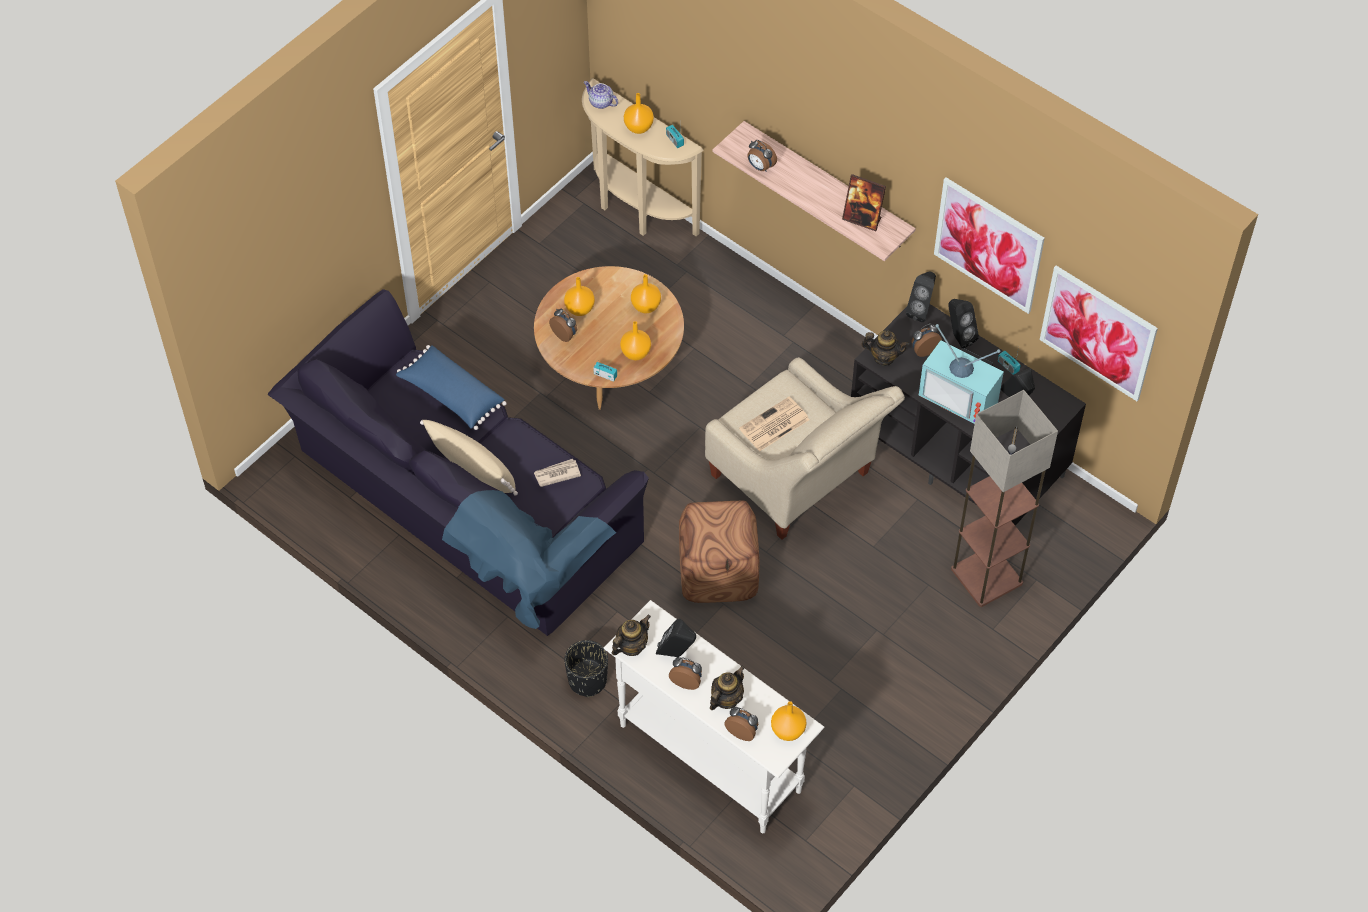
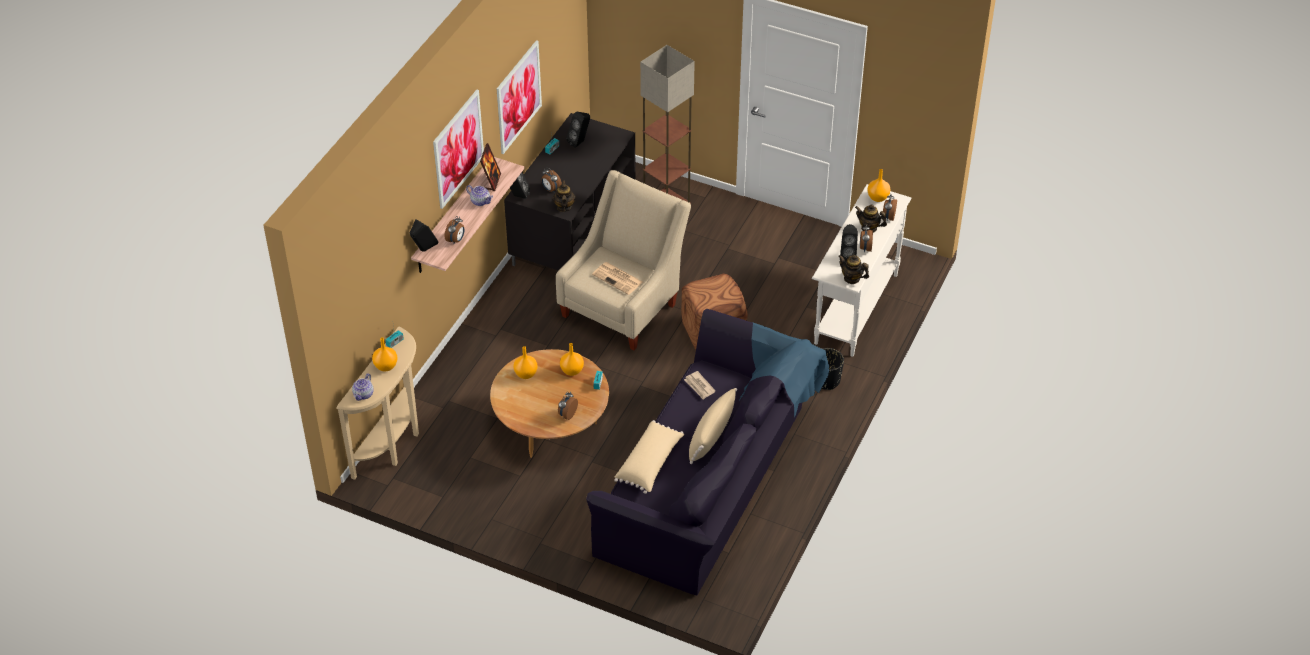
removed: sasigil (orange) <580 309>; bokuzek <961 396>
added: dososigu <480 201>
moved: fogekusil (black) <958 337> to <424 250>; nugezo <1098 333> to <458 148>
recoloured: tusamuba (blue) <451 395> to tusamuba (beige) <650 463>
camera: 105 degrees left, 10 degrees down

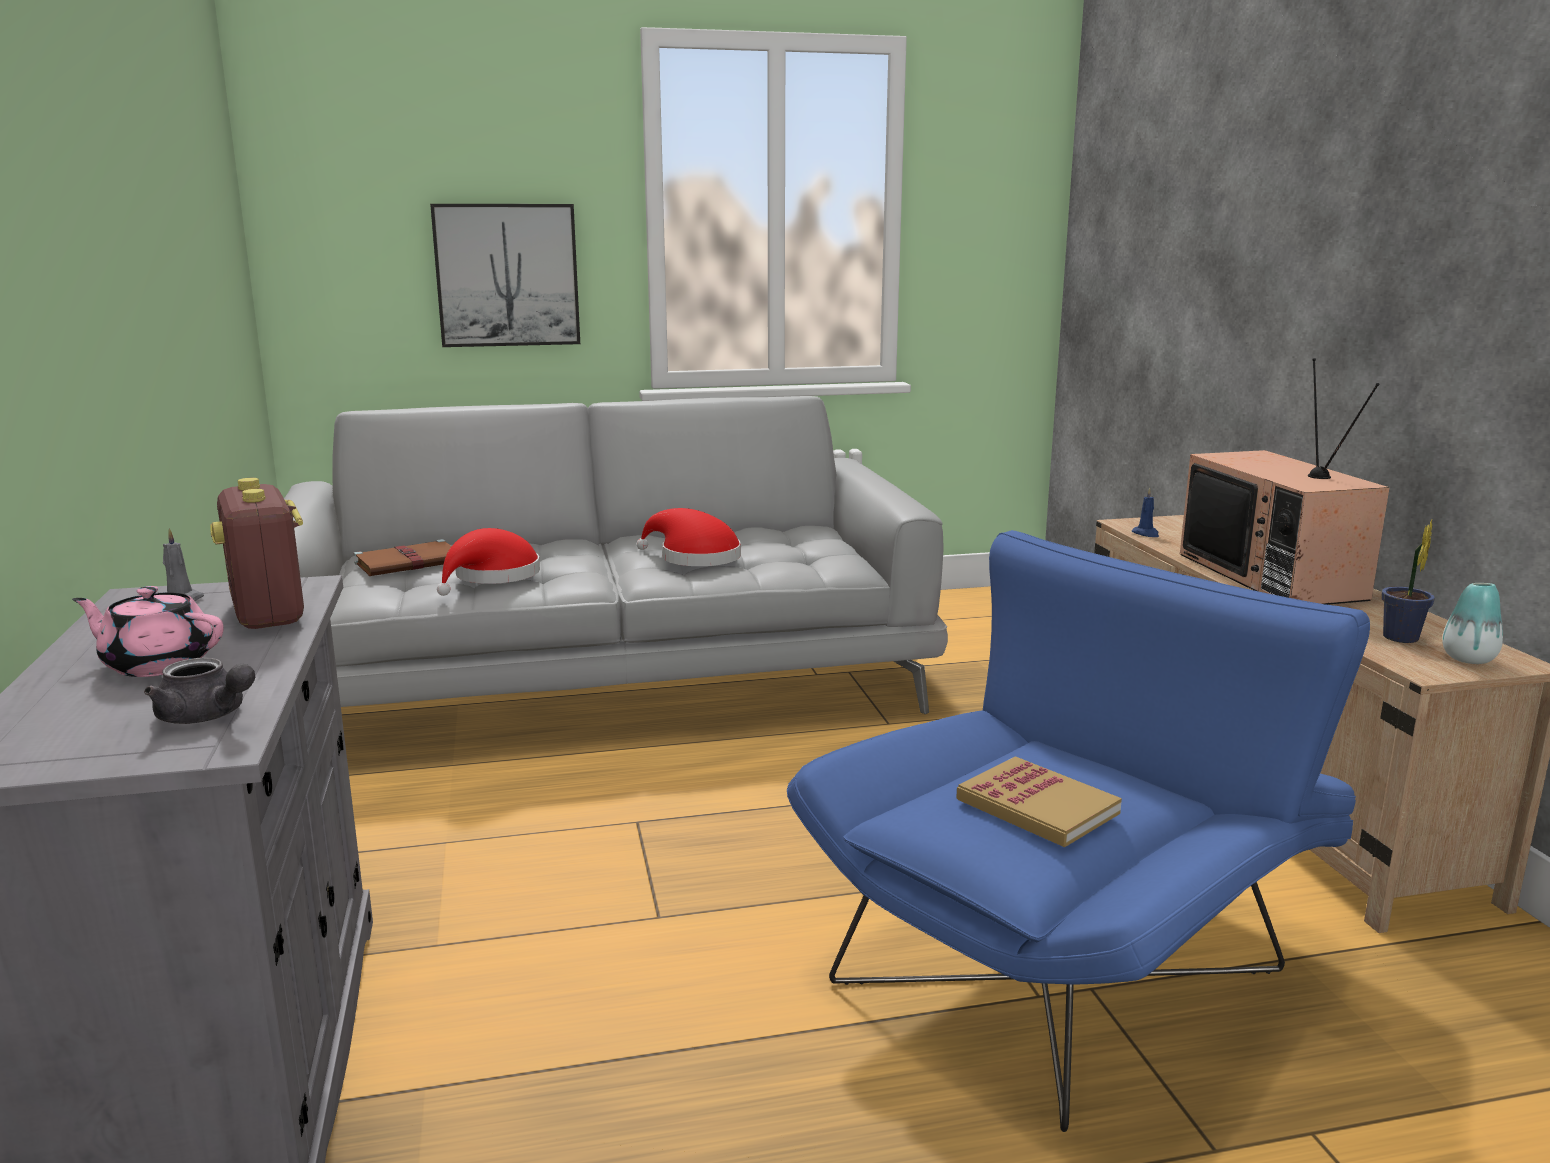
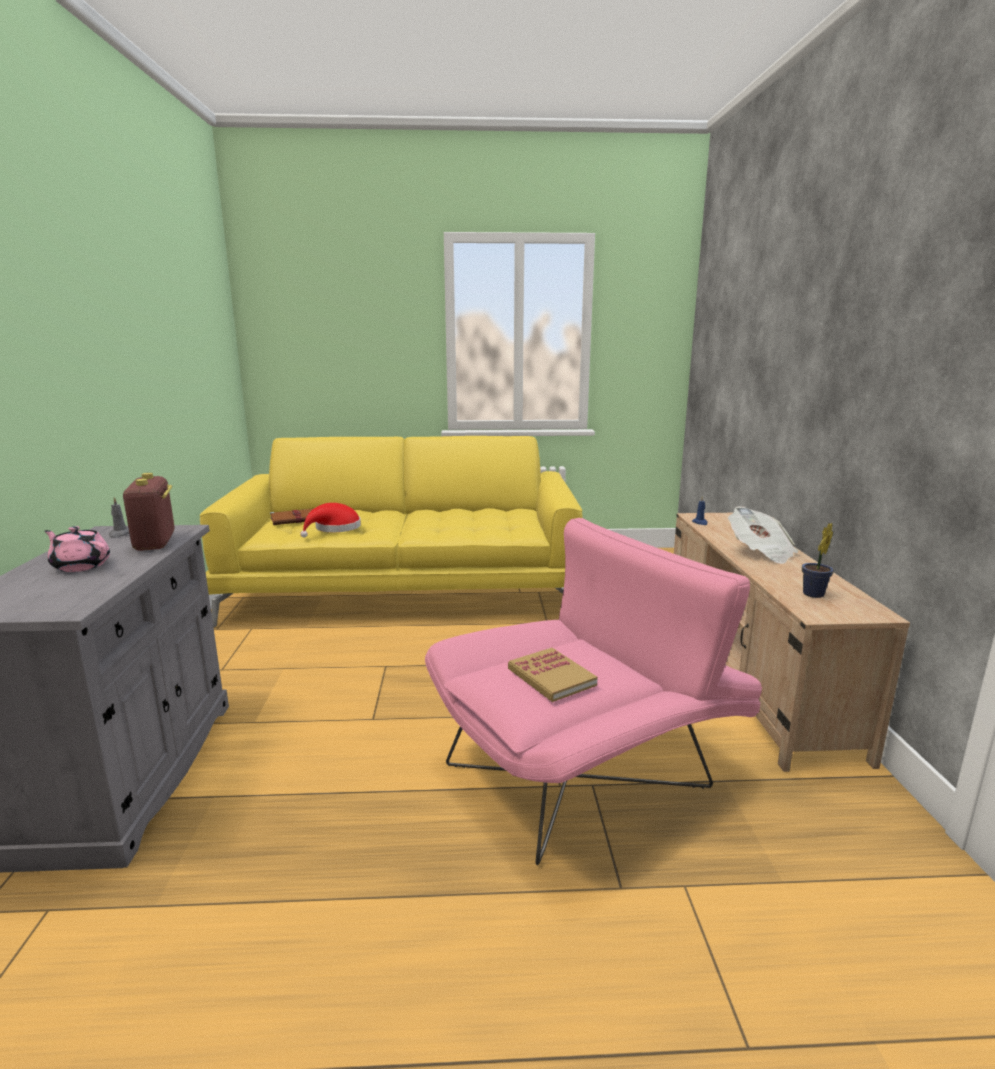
removed: dososigu (grey) <207 717>; nugezo <507 275>; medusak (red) <694 557>; sasigil <1468 659>
replaced: bokuzek <1275 577> to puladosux <760 552>
recoloured: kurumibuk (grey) <609 679> to kurumibuk (yellow) <407 587>; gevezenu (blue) <1071 957> to gevezenu (pink) <589 765>
camera: 10 degrees right, 0 degrees up

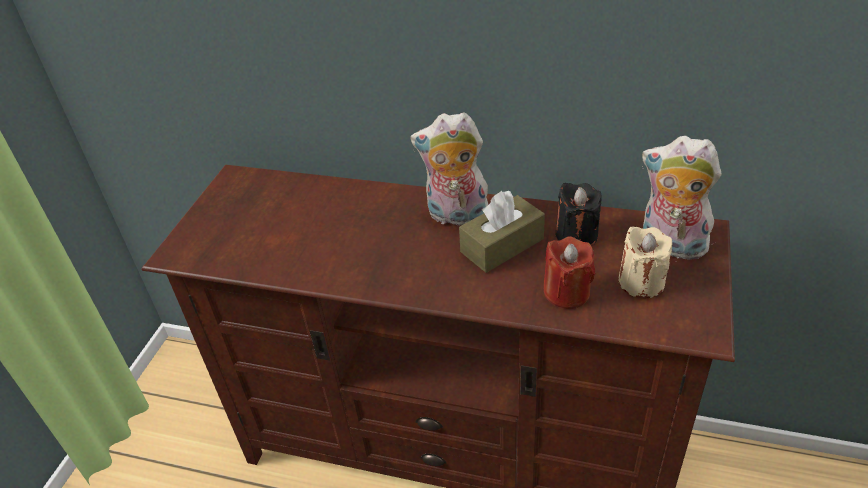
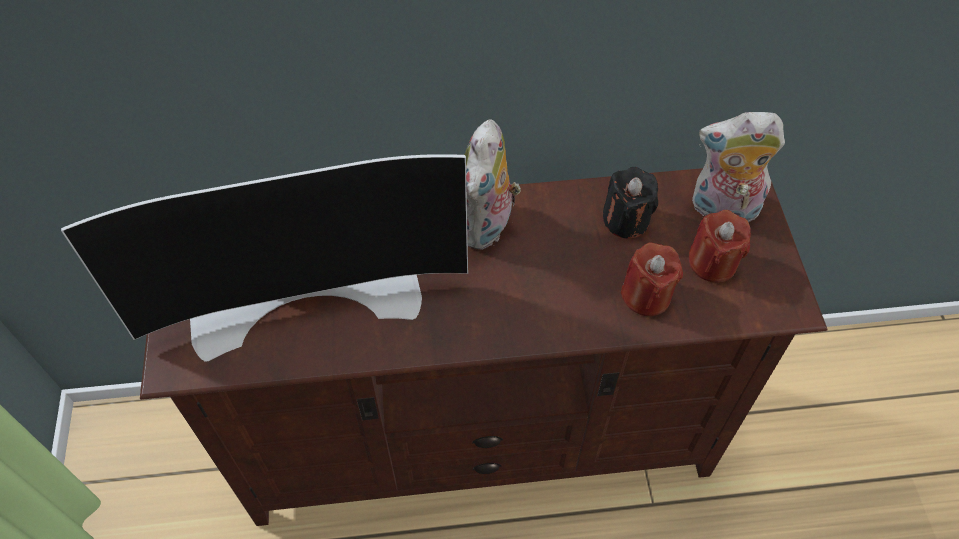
removed: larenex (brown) <502 245>
added: bokuzek <307 295>
recoloured: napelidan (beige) <641 282> to napelidan (red) <712 263>
turned: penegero <455 216> = <487 227> 60 degrees counterclockwise
camera: 25 degrees left, 15 degrees up

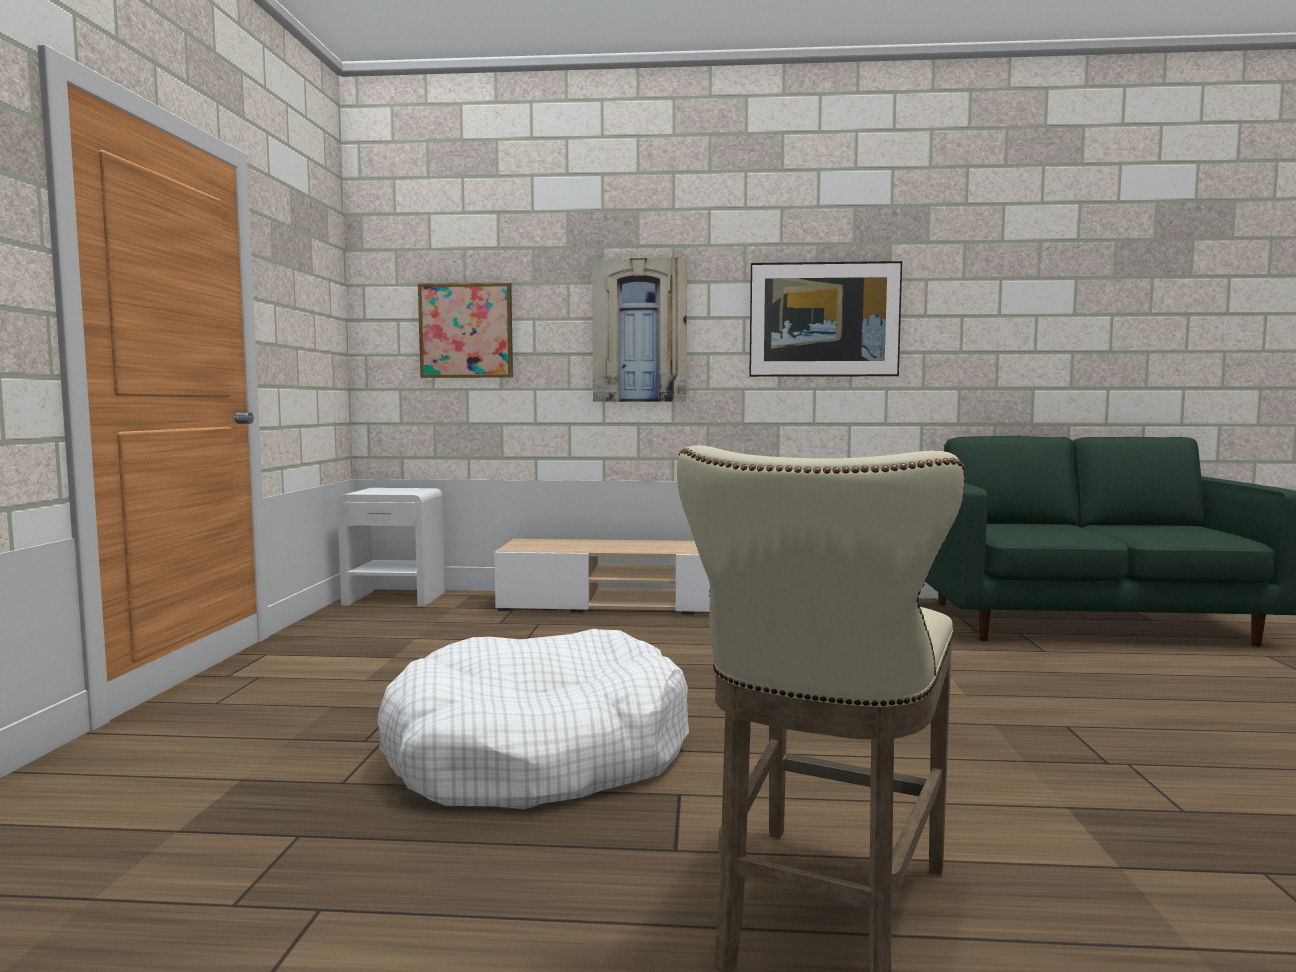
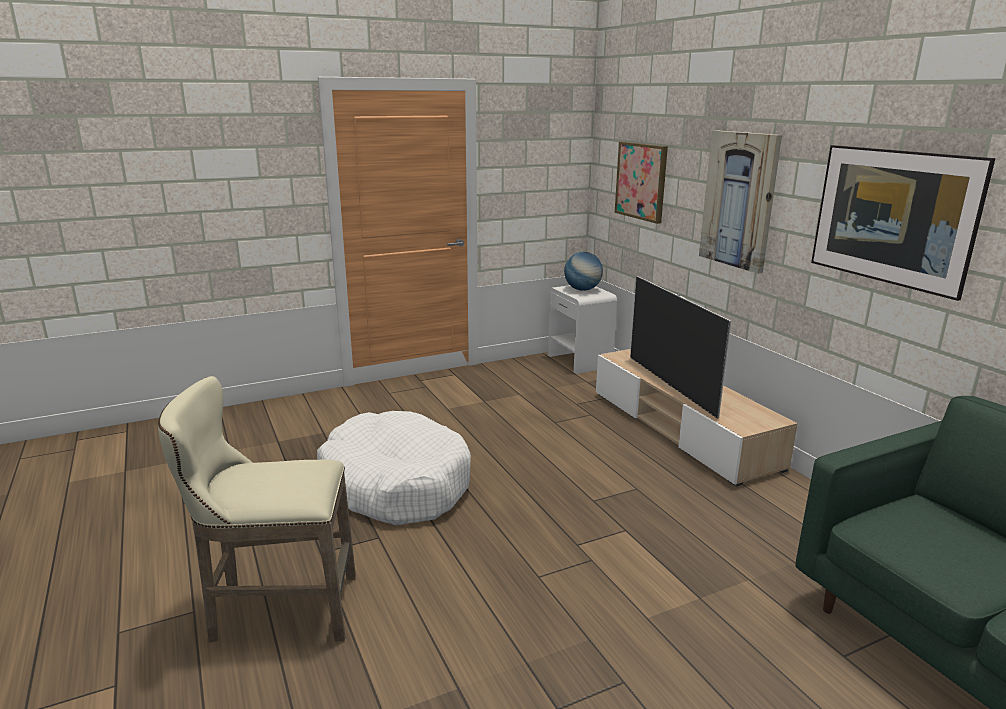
added: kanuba <582 289>; bokuzek <671 385>
camera: 60 degrees right, 15 degrees up

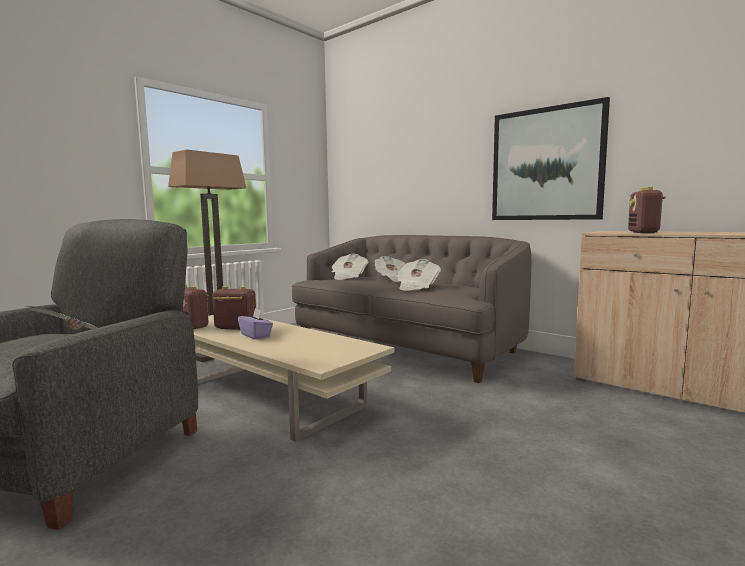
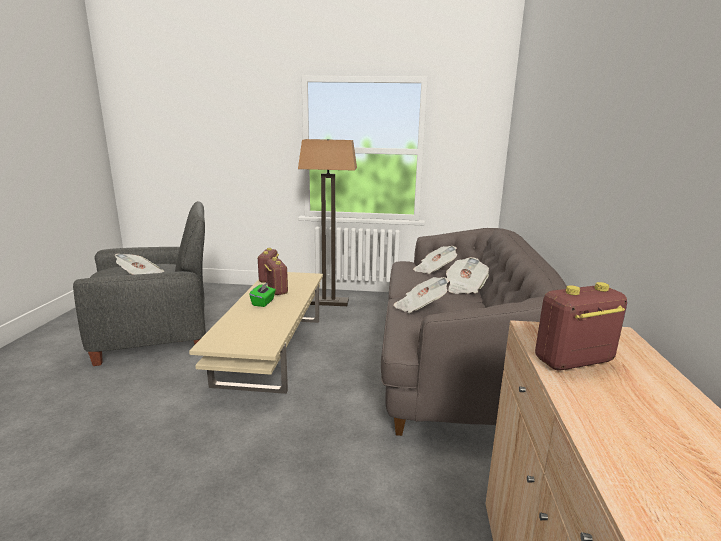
removed: nugezo <546 164>
recoloured: larenex (purple) <256 335> to larenex (green) <263 302>
camera: 55 degrees right, 10 degrees up

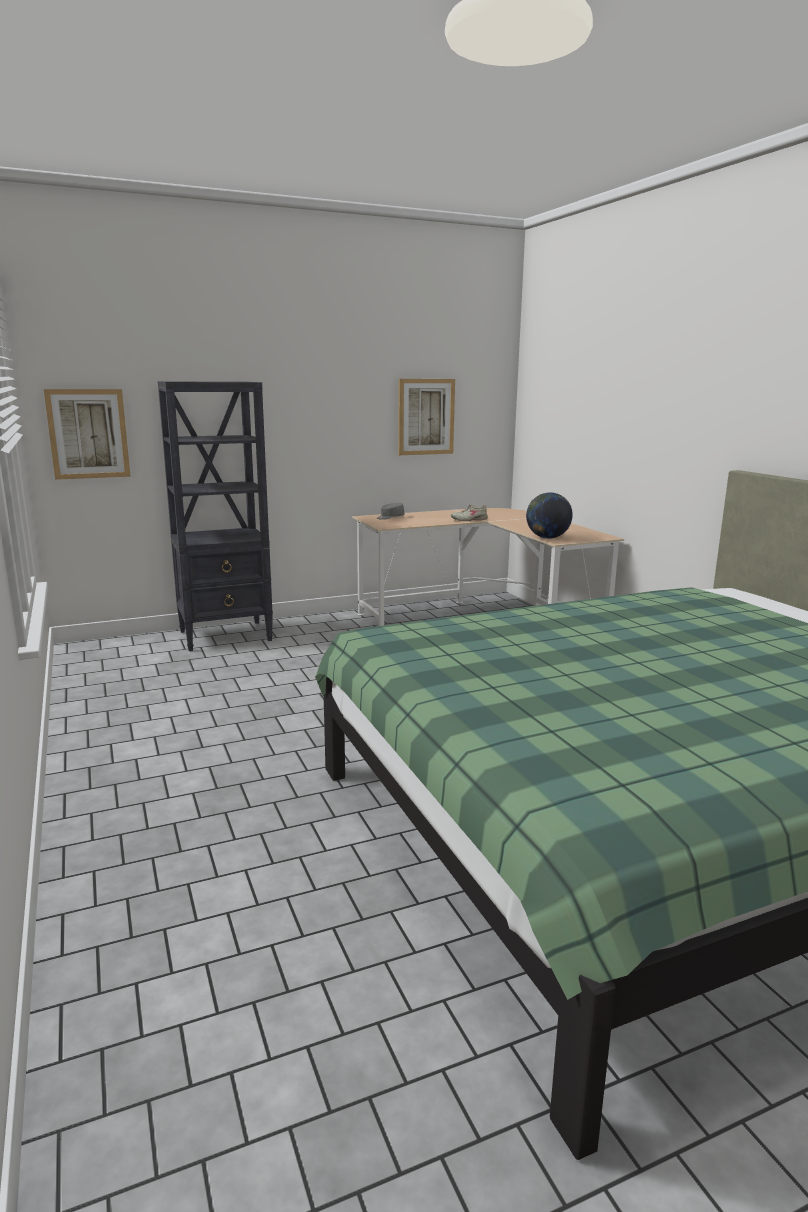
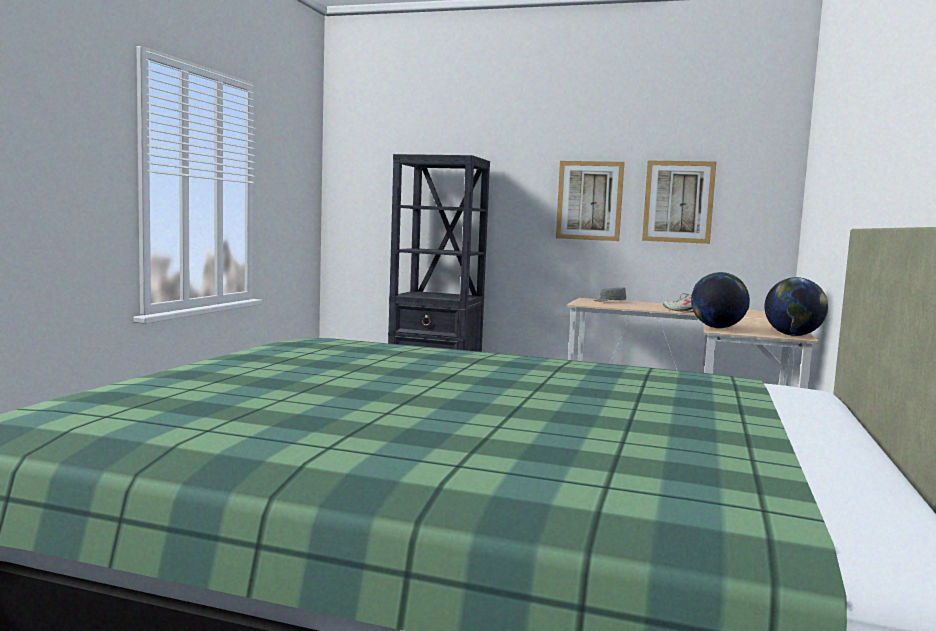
added: kanuba <793 335>
moved: nugezo <88 434> to <589 200>
camera: 40 degrees right, 10 degrees down

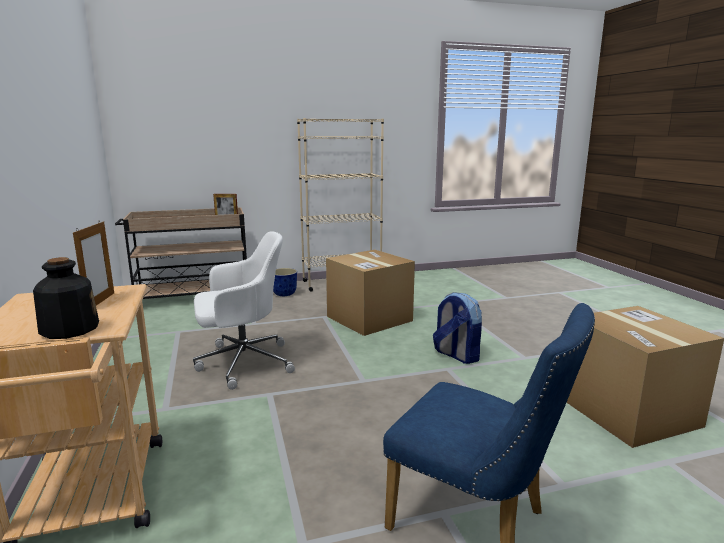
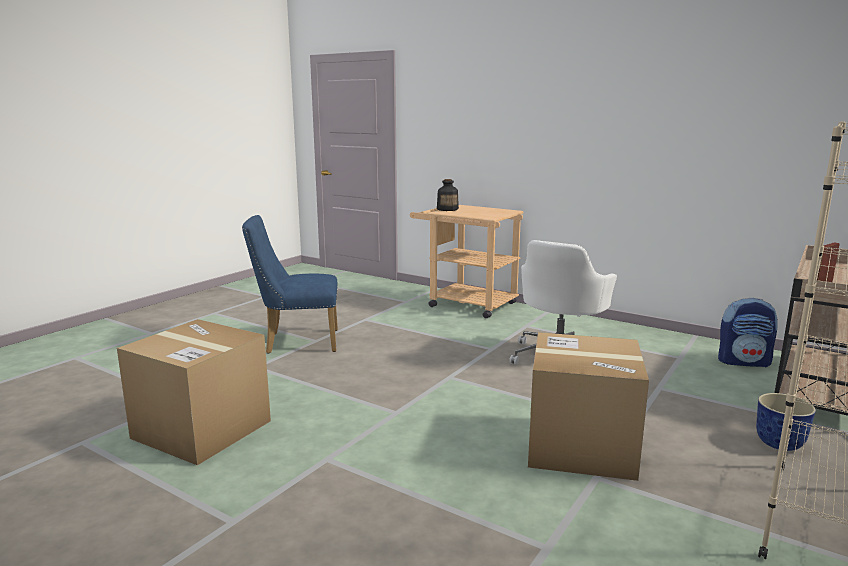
removed: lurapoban <100 302>
moved: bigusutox <456 355> to <743 362>
camera: 140 degrees right, 0 degrees up

